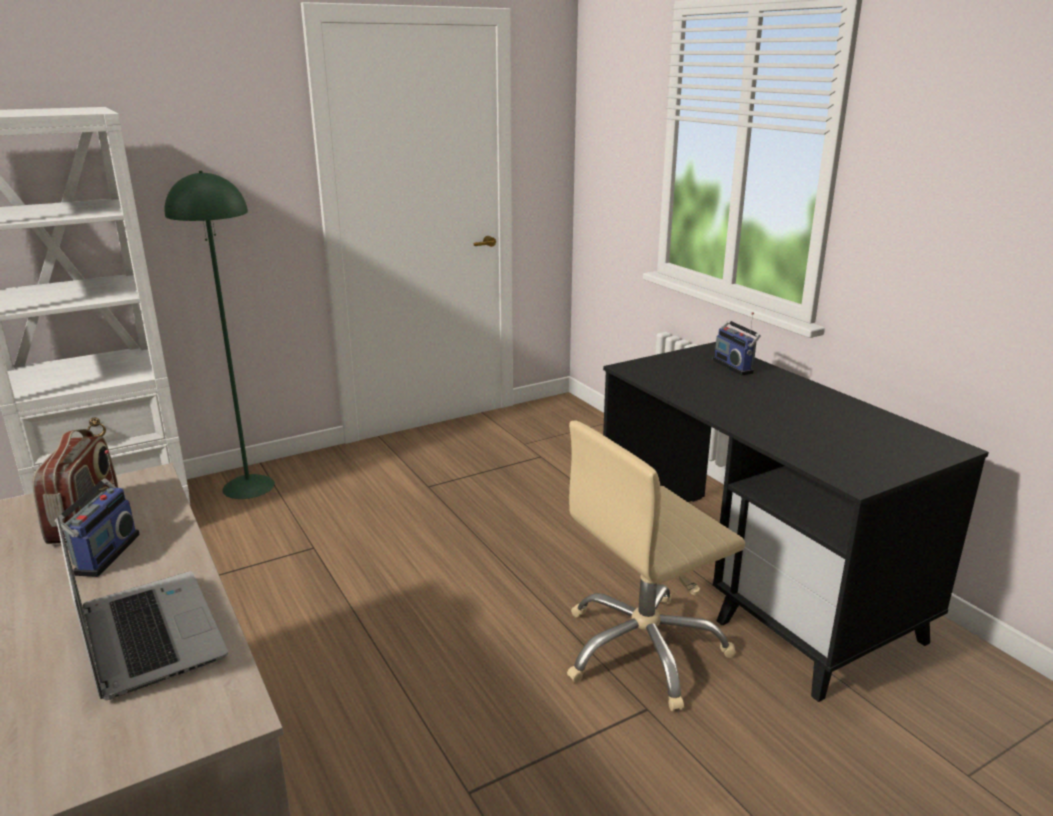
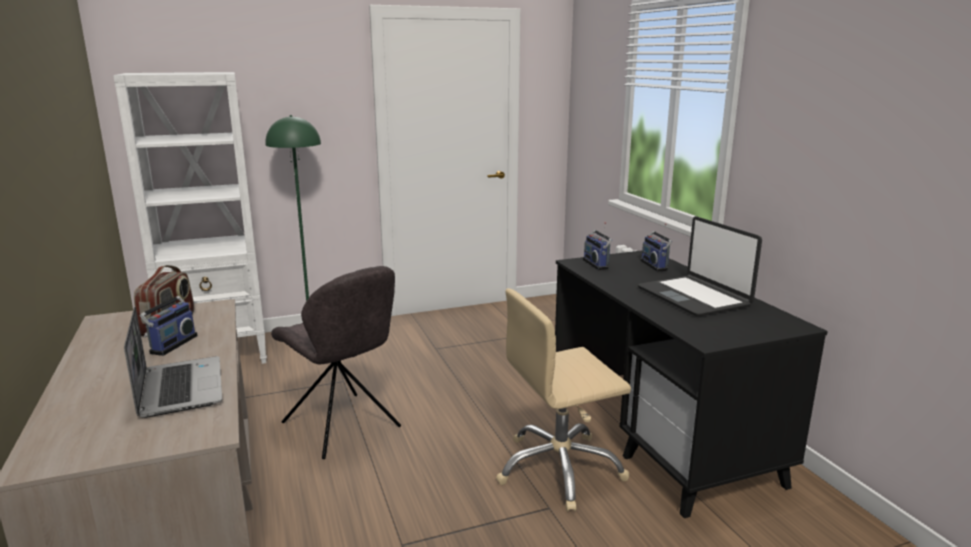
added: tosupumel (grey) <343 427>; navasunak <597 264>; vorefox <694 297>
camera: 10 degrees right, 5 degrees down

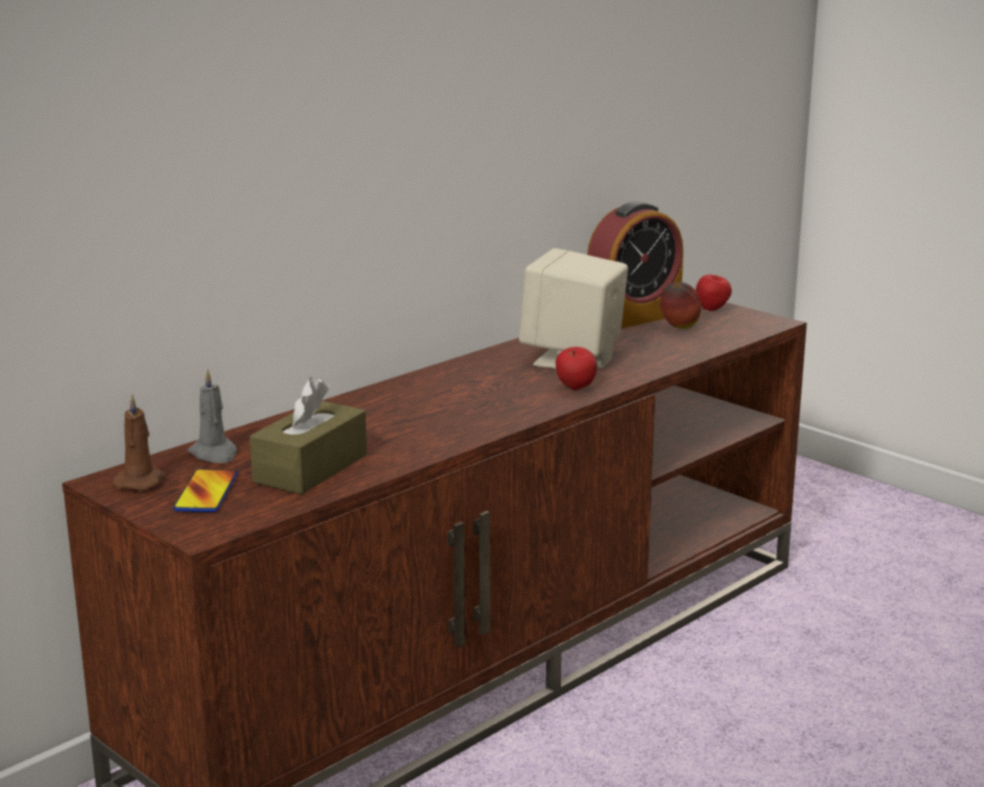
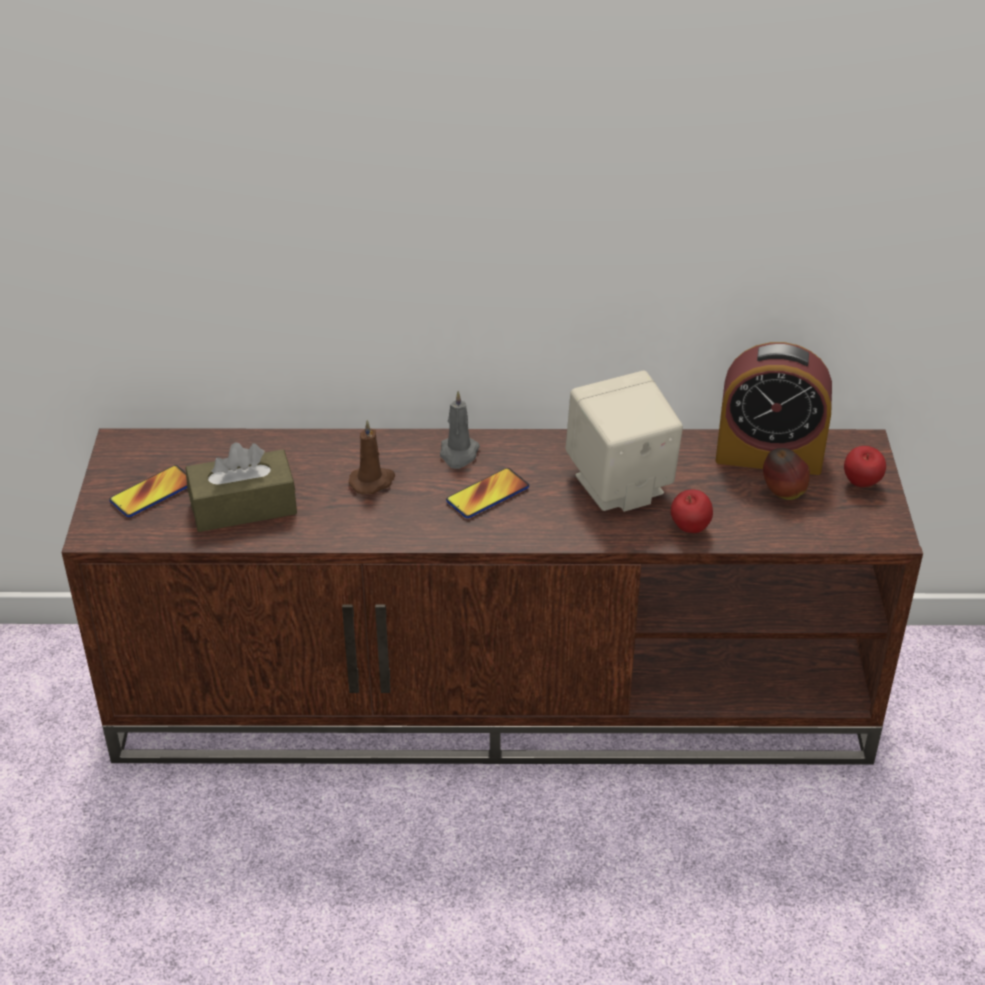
added: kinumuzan <487 494>
moved: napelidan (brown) <141 481> to <373 481>; napelidan (grey) <214 454> to <458 454>; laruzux <575 389> to <689 529>
camera: 45 degrees right, 20 degrees up

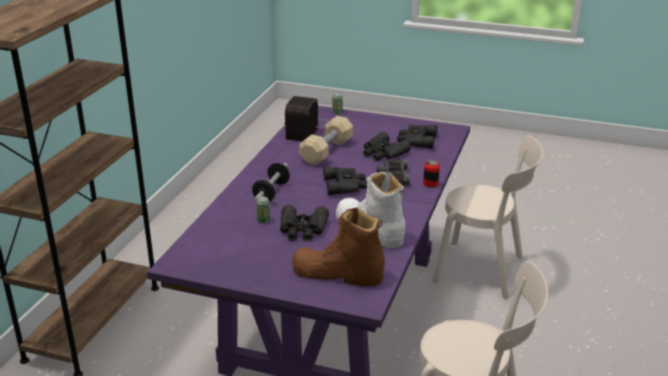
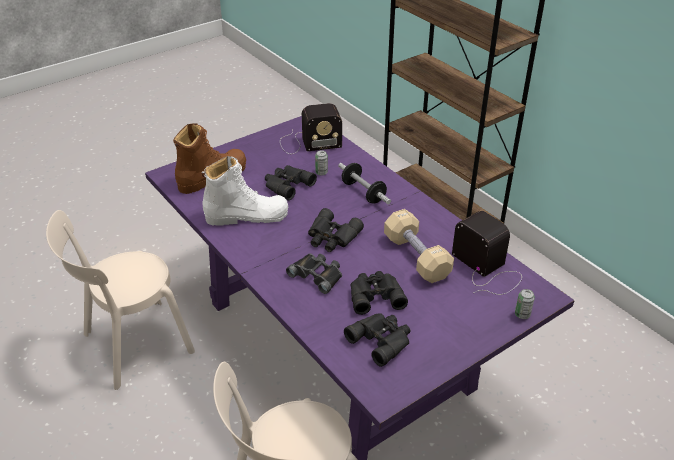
removed: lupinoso <430 184>
added: navasunak <308 143>
camera: 125 degrees right, 10 degrees up

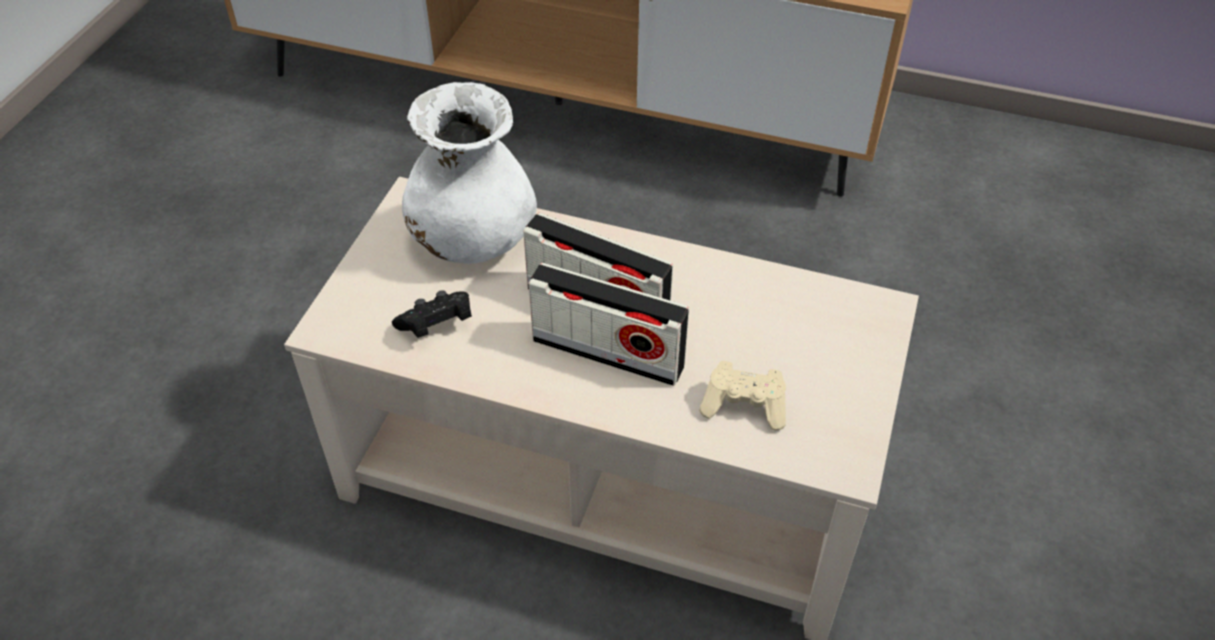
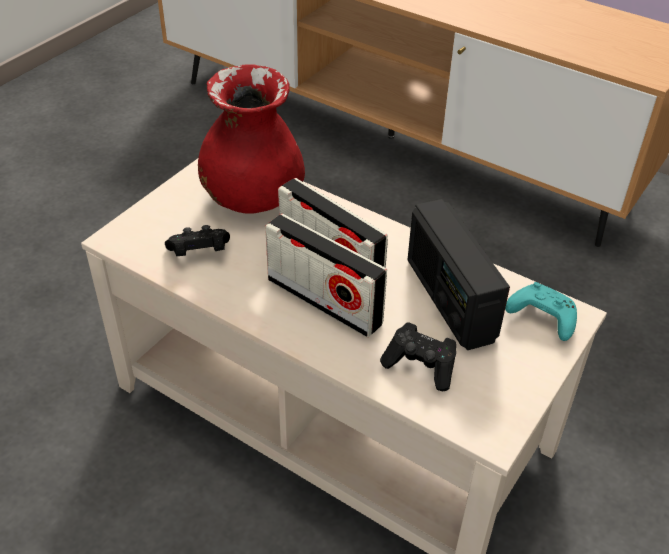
added: navasunak <449 299>; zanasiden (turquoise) <541 317>
recoloured: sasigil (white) <473 240> to sasigil (red) <253 198>; zanasiden (beige) <744 406> to zanasiden (black) <421 366>
camera: 15 degrees right, 5 degrees down

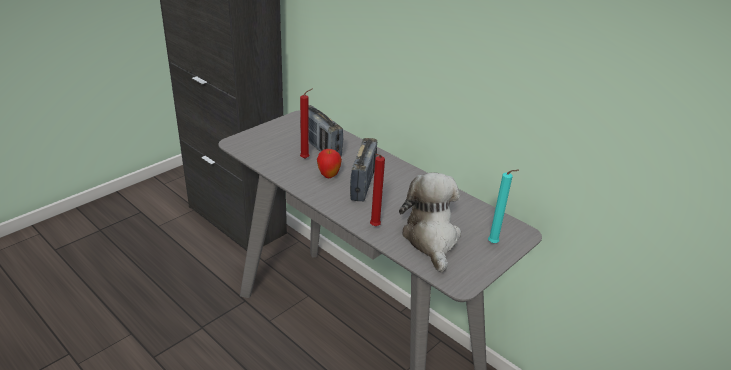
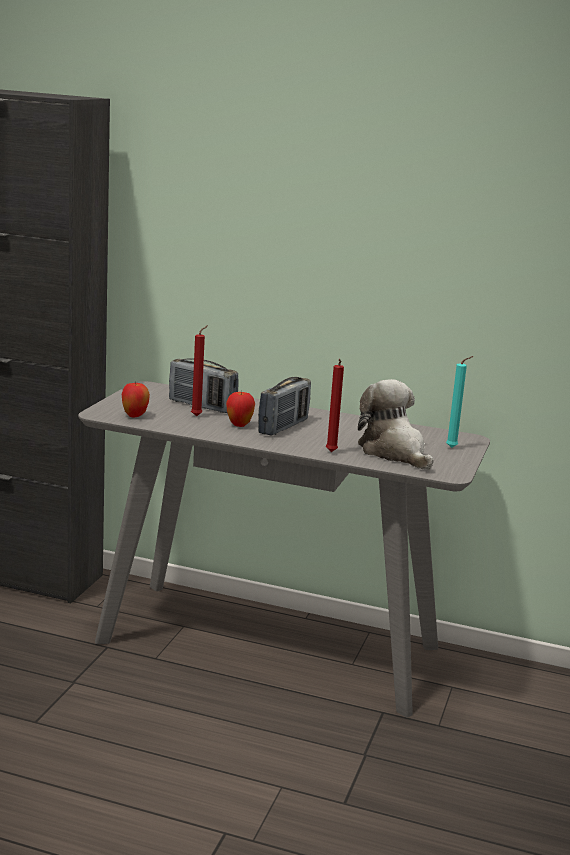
added: laruzux <135 416>
turned: navasunak <363 185> = <283 427> 45 degrees clockwise
camera: 25 degrees left, 15 degrees down

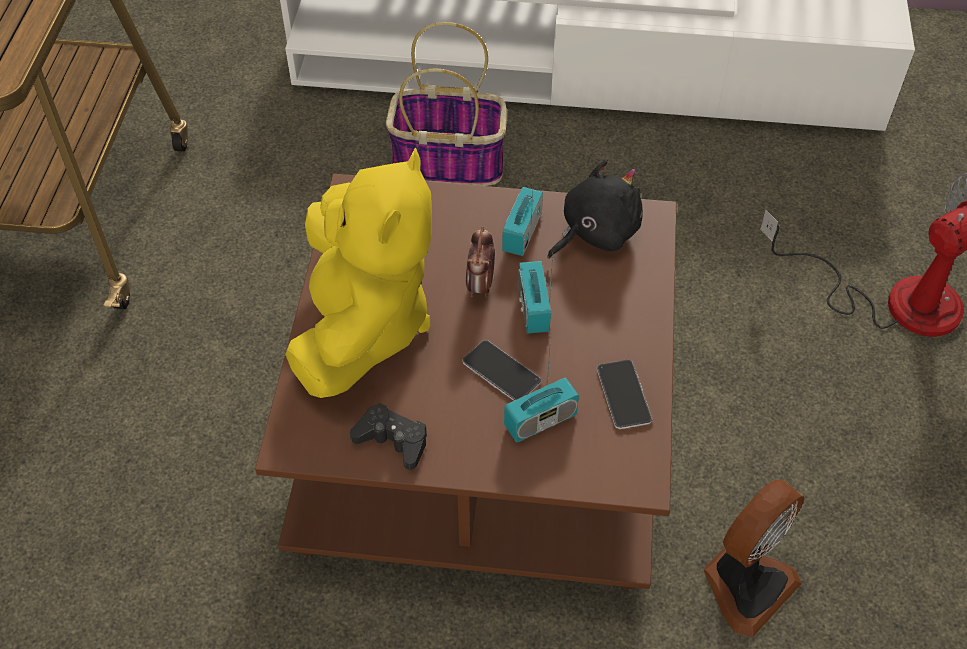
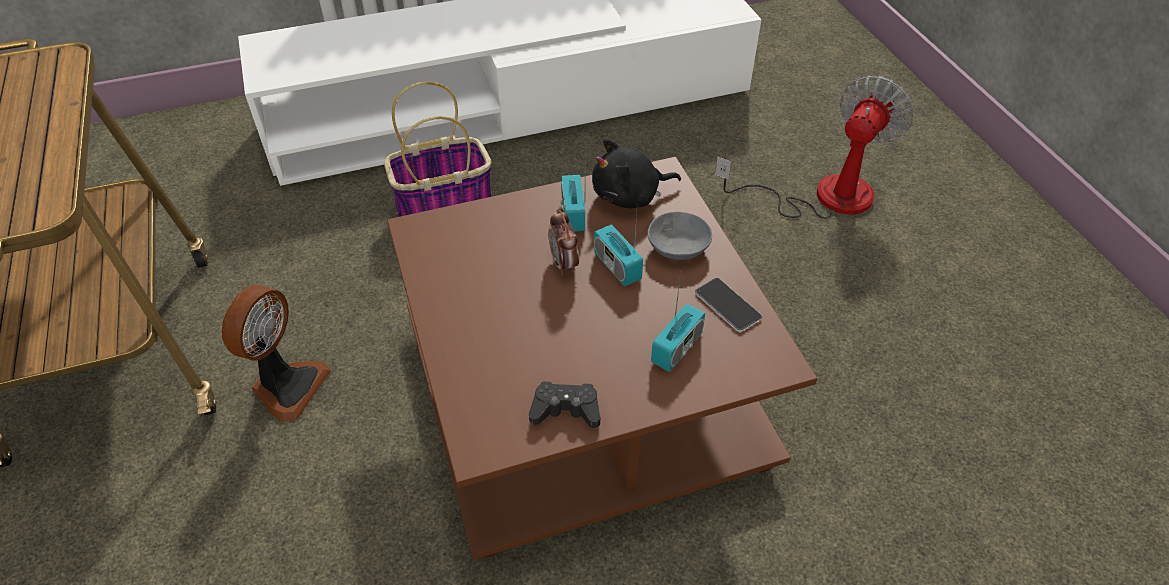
removed: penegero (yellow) <362 326>; kinumuzan <501 372>
added: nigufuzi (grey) <677 248>
moved: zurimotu <745 583> to <287 386>
turned: penegero (black) <595 232> = <630 196> 135 degrees counterclockwise
camera: 25 degrees left, 5 degrees down

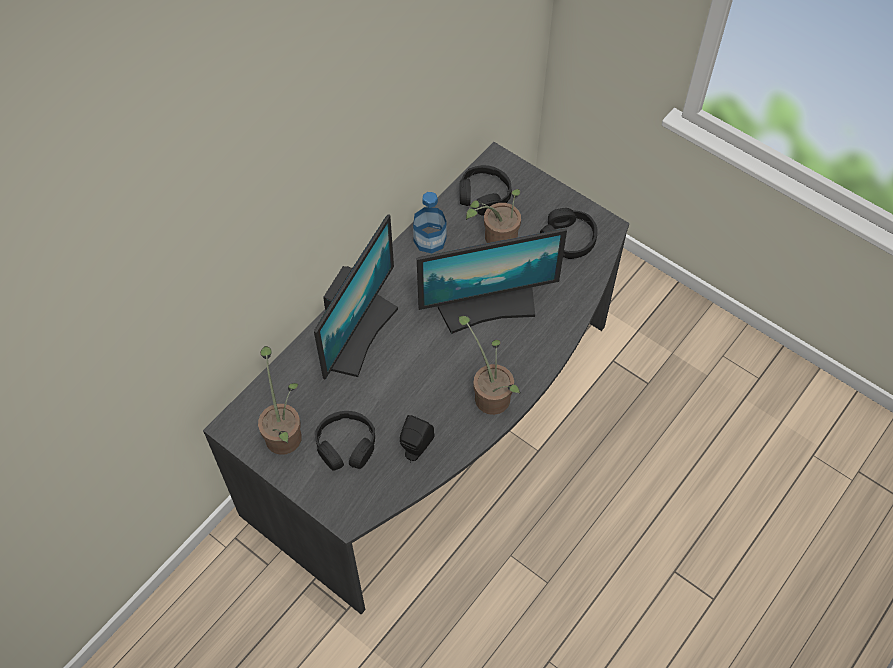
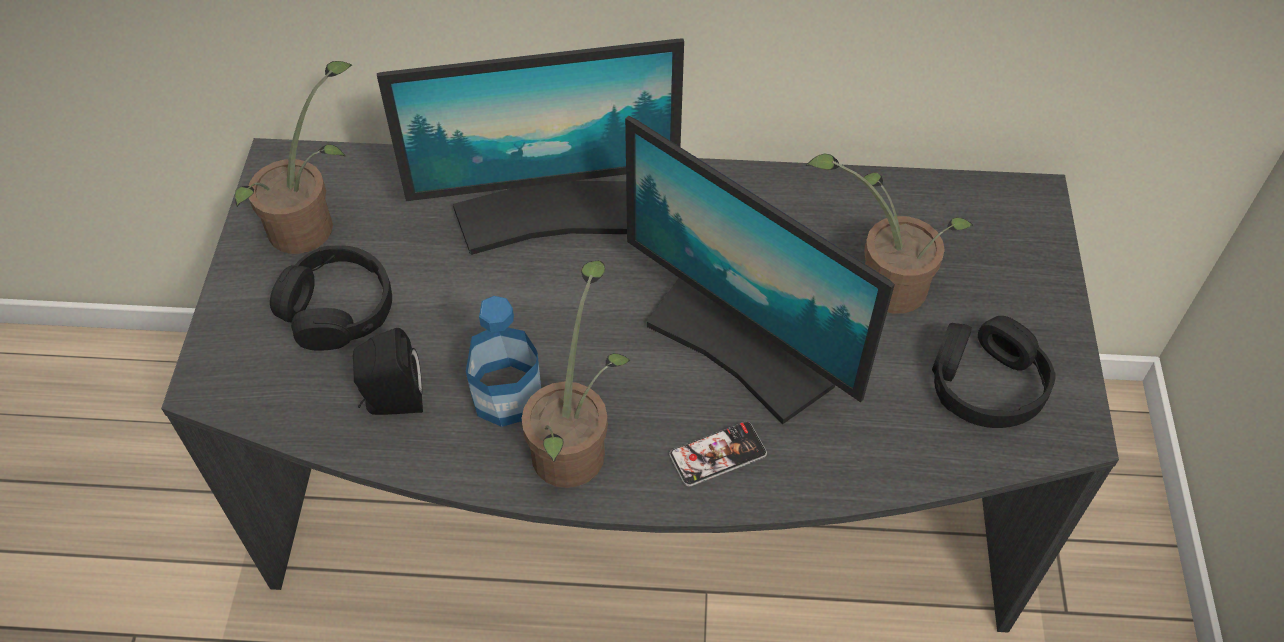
removed: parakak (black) <484 195>
added: kinumuzan <718 454>
moved: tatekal <430 240> to <506 396>
camera: 55 degrees right, 5 degrees down

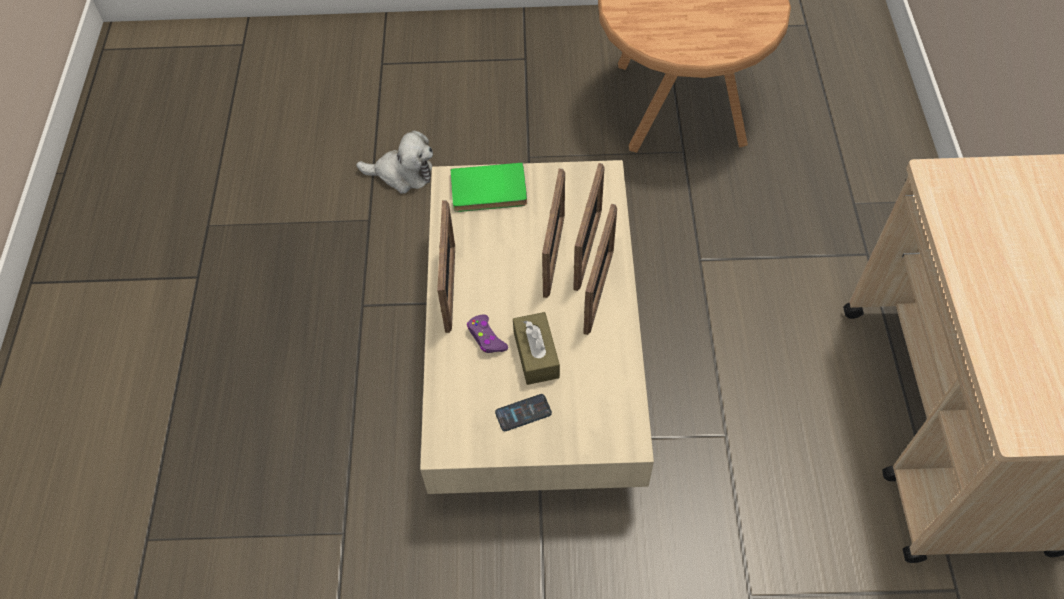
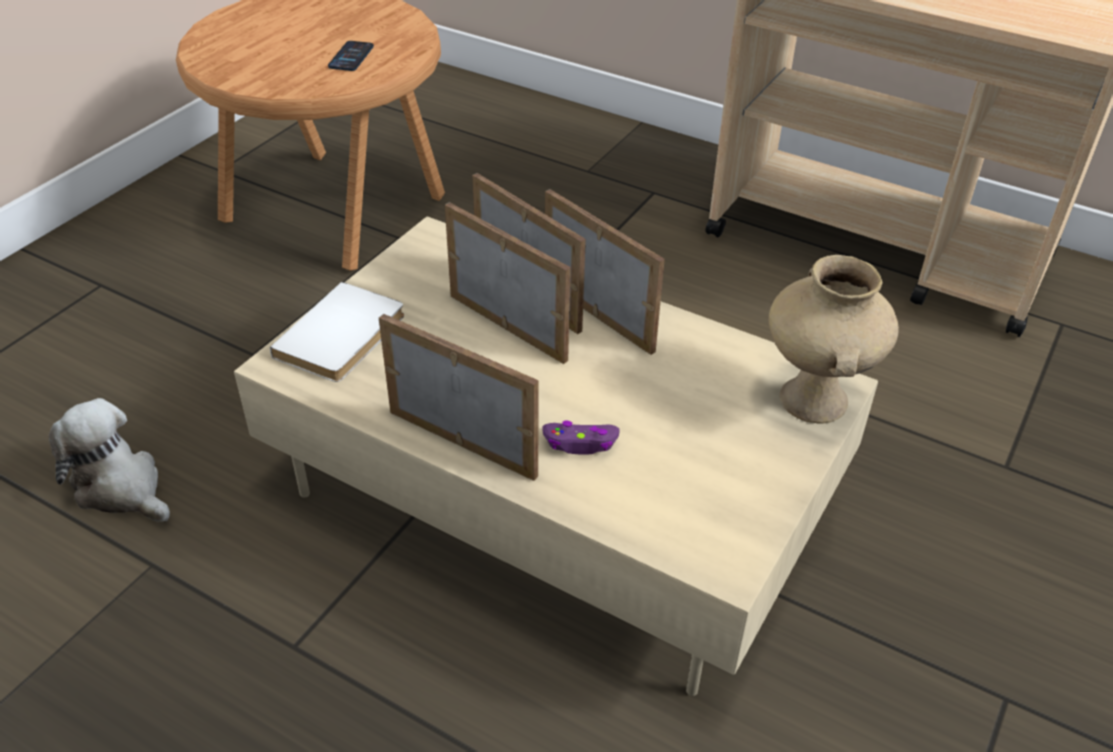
removed: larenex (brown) <536 355>
added: sasigil (beige) <815 401>
moved: kinumuzan <523 413> to <351 57>
recoloured: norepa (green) <489 191> to norepa (white) <344 337>
turned: penegero <402 174> = <121 487> 90 degrees counterclockwise
camera: 60 degrees left, 15 degrees down

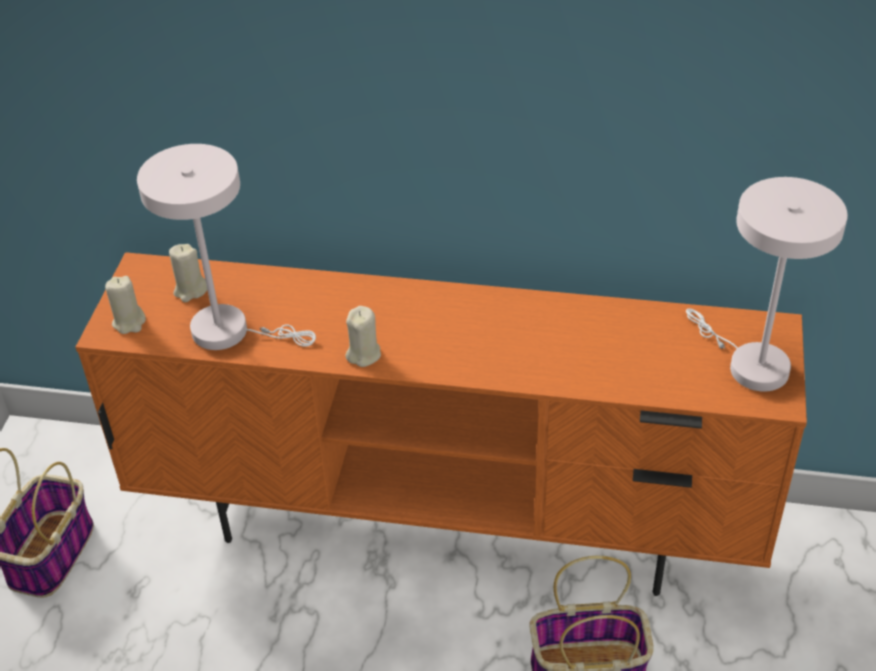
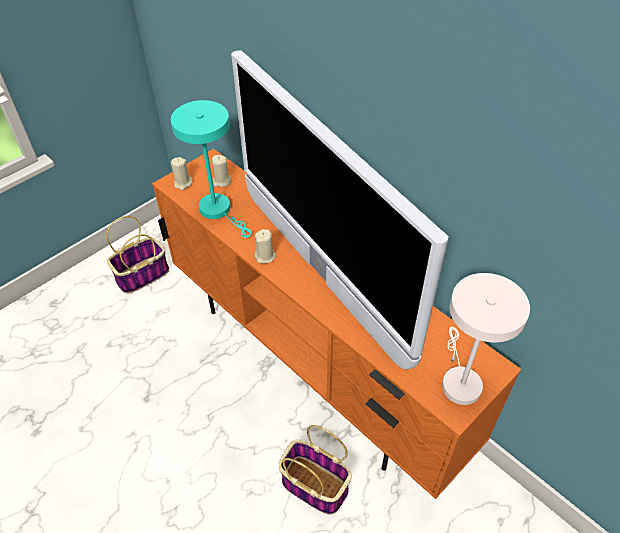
added: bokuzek <321 273>
recoloured: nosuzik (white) <230 331> to nosuzik (turquoise) <219 211>
camera: 35 degrees right, 5 degrees up

